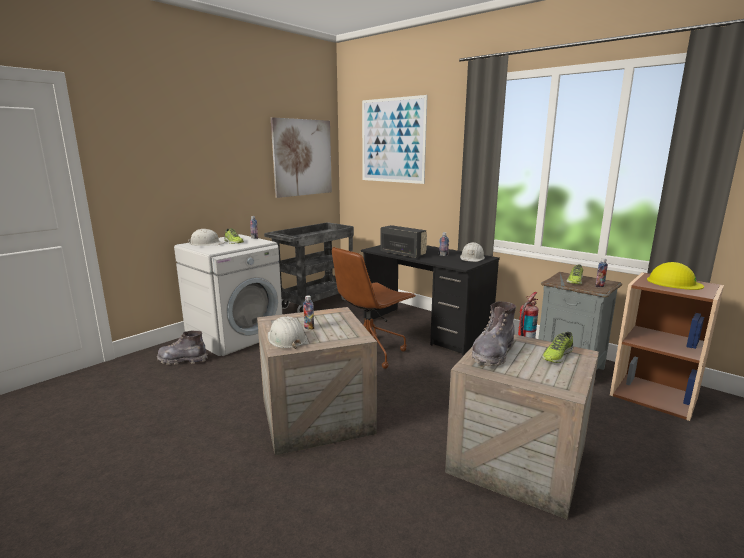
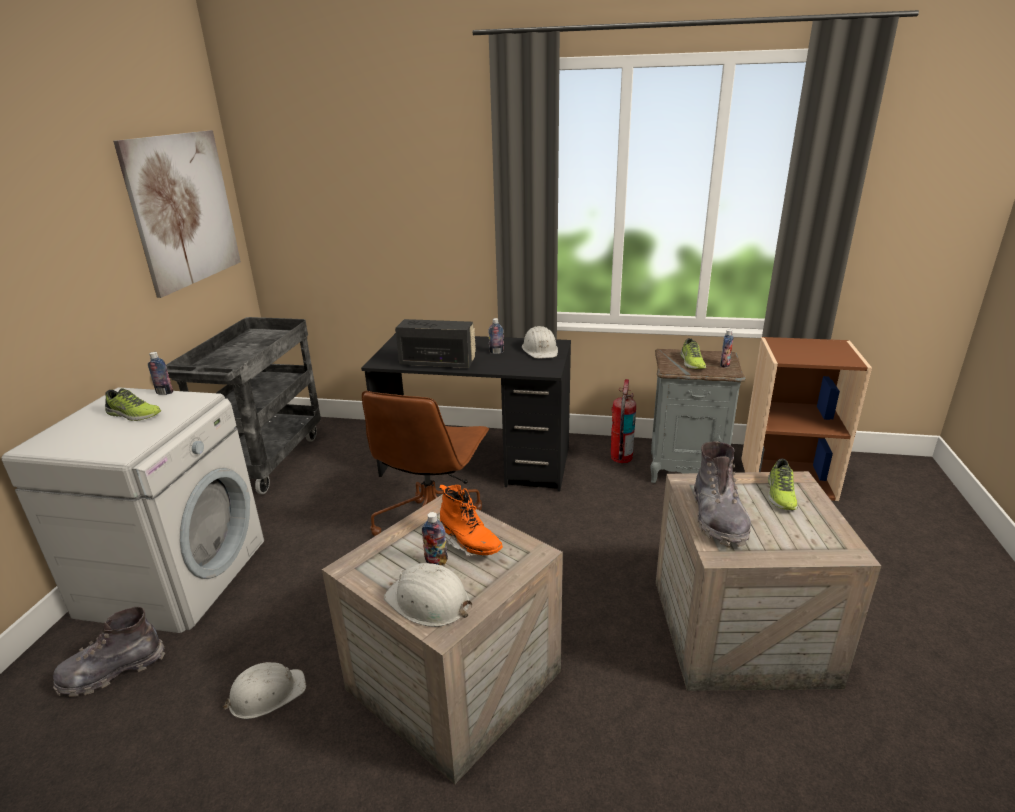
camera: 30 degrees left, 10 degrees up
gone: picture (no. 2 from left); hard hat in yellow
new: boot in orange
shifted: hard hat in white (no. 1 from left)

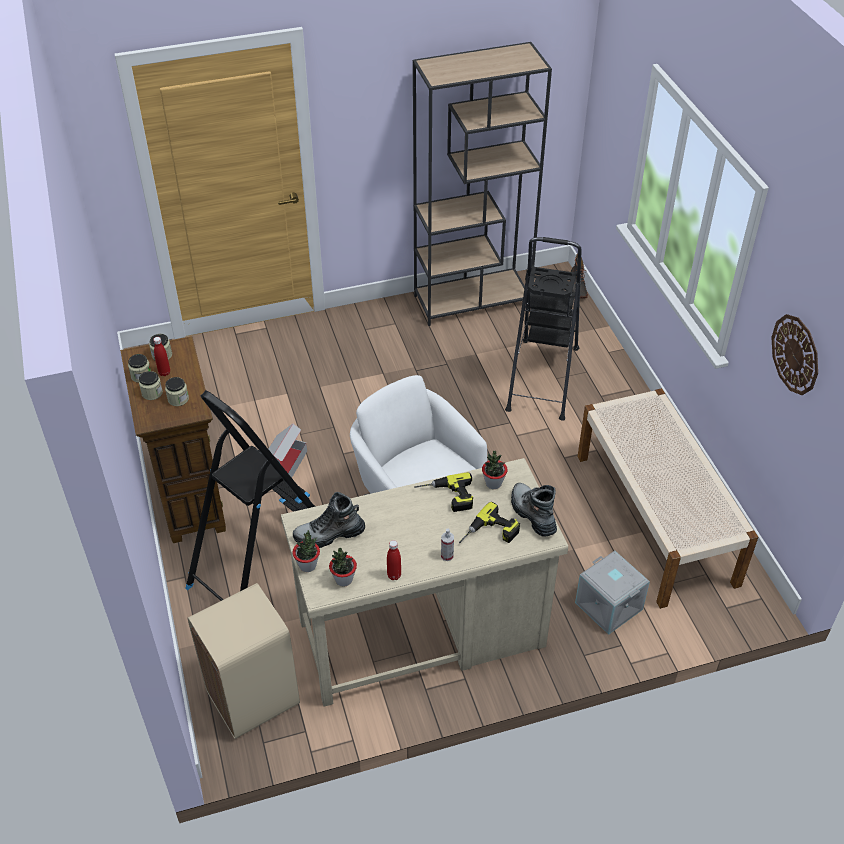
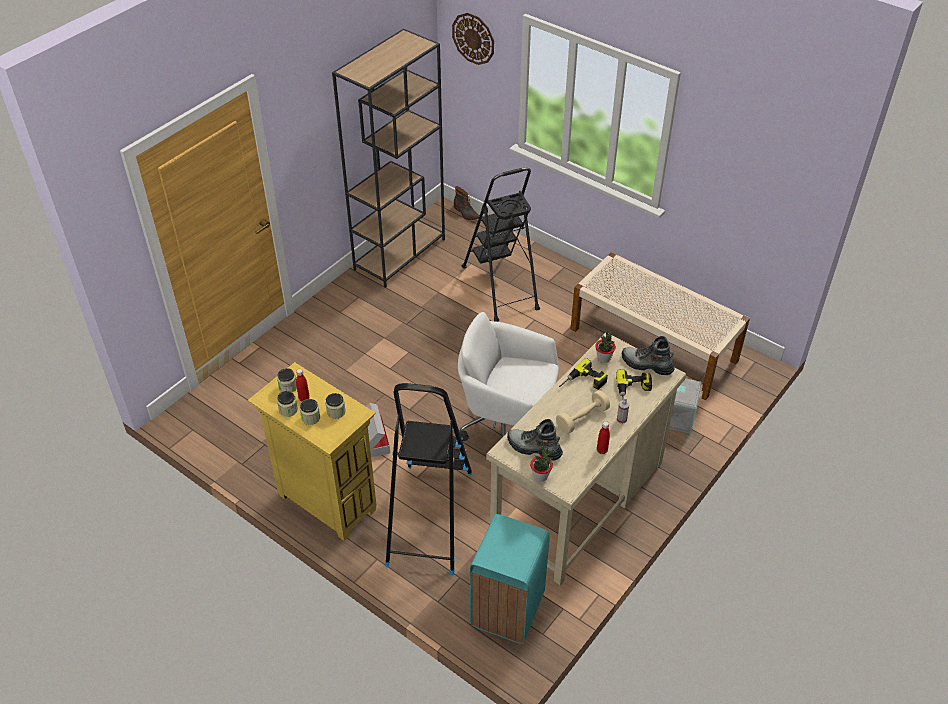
camera: 35 degrees left, 0 degrees up
gone: potted plant (no. 2 from left)
new: dumbbell in beige
shifted: wall clock
repainted: cabinet in brown to cabinet in yellow; trash can in beige to trash can in turquoise
rotated: boot (no. 1 from left in the first image) 75 degrees clockwise

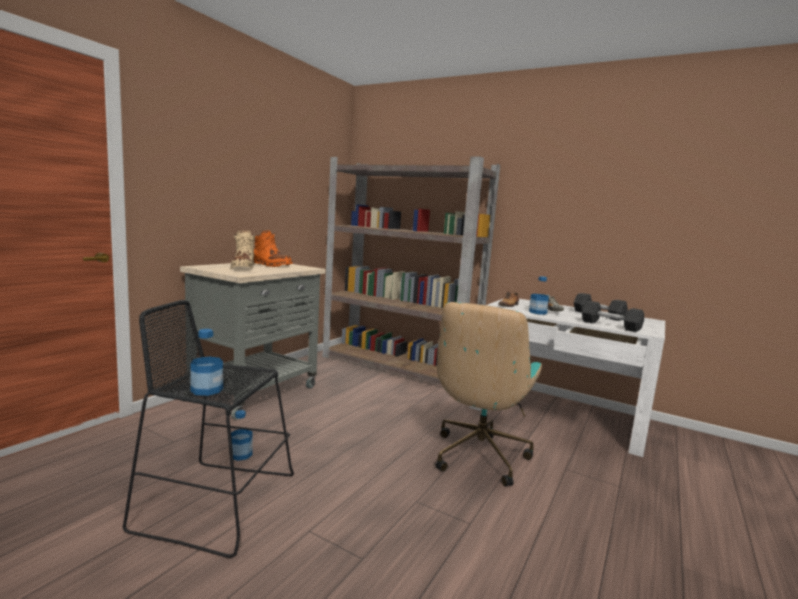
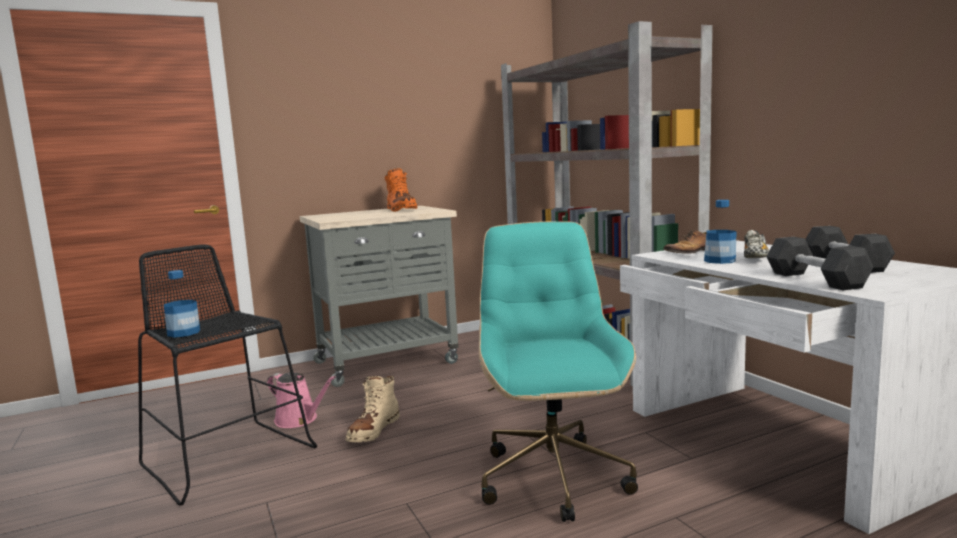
camera: 35 degrees right, 0 degrees up
shifted: boot in beige
swapped: bottle (no. 2 from left) to watering can in pink
rotated: office chair in turquoise 120 degrees clockwise

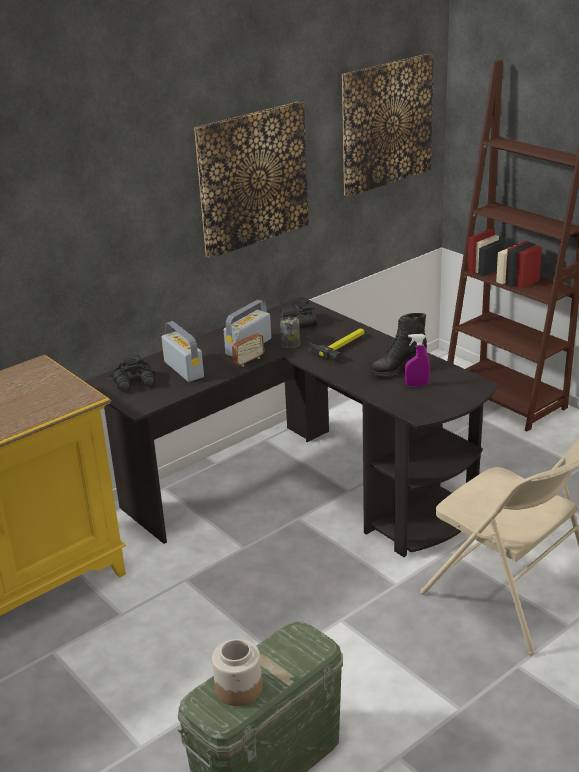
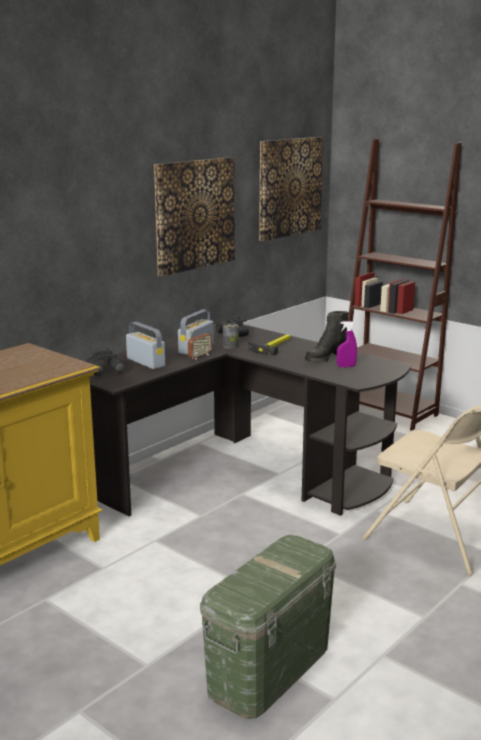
camera: 10 degrees left, 10 degrees down
gone: jar

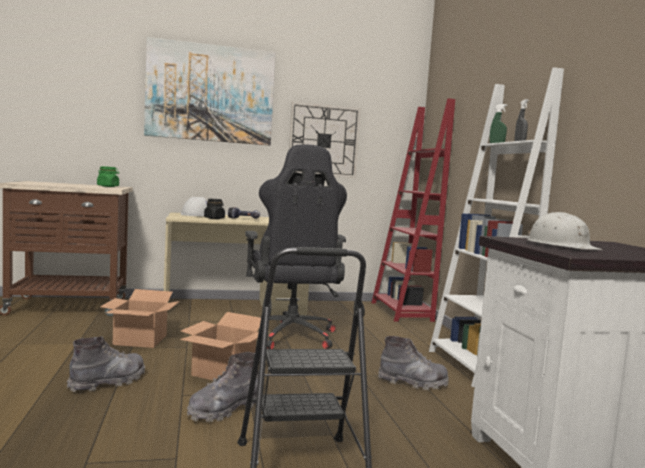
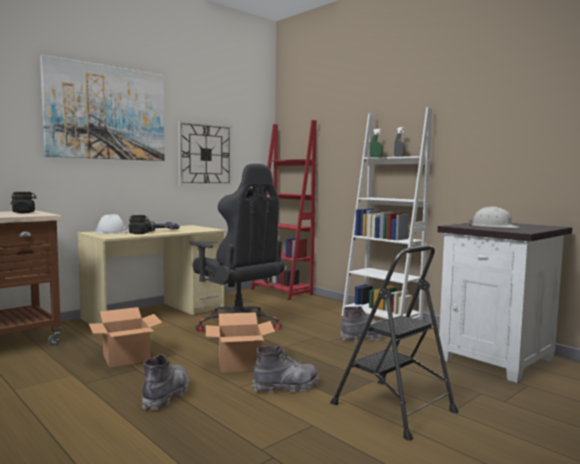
camera: 30 degrees left, 0 degrees up
repainted: jar in green to jar in black (no. 1 from left)
rotated: boot in grey (no. 2 from left) 120 degrees counterclockwise

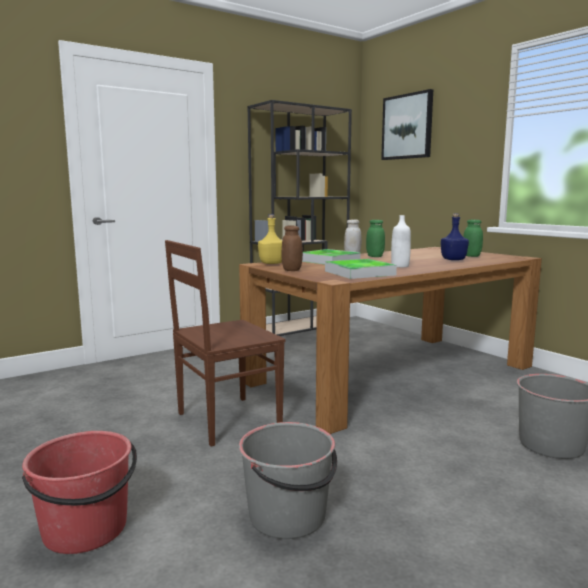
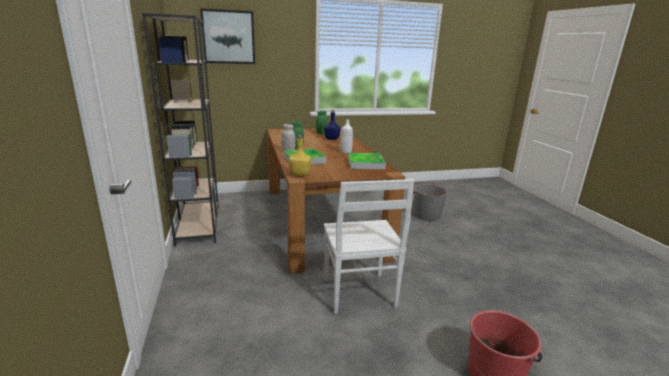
camera: 70 degrees left, 10 degrees up
gone: jar in brown; bucket in grey (no. 1 from left)
repainted: chair in brown to chair in white

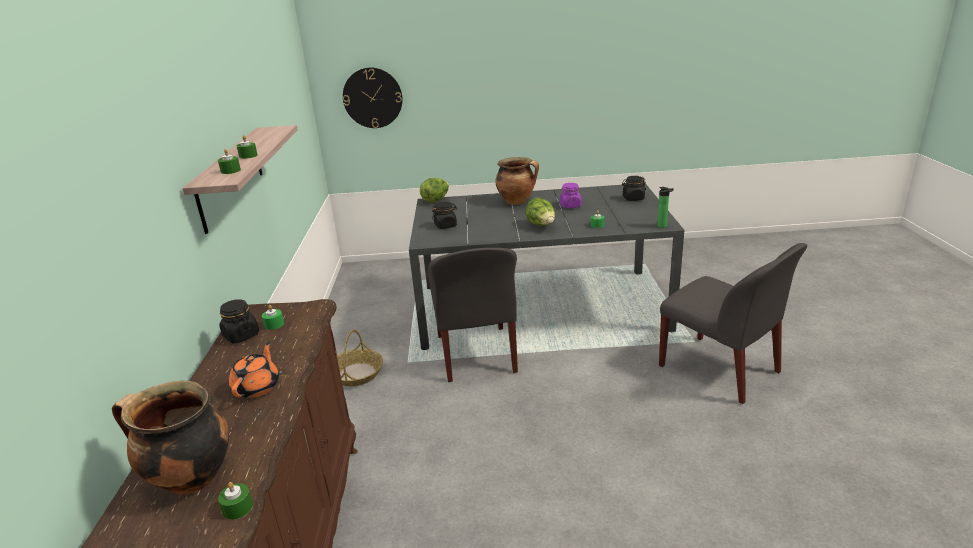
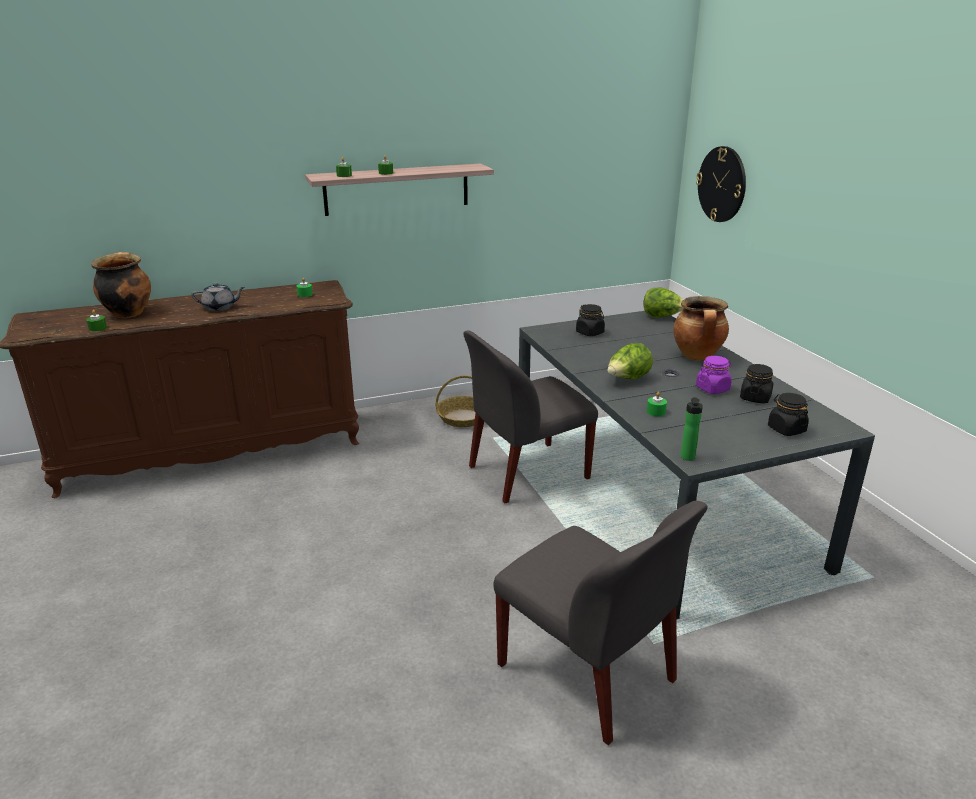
camera: 70 degrees right, 0 degrees up
shifted: jar in black (no. 1 from left in the first image) to jar in black (no. 2 from left)
repainted: teapot in orange to teapot in grey
rotated: chair in grey (no. 2 from left) 75 degrees counterclockwise

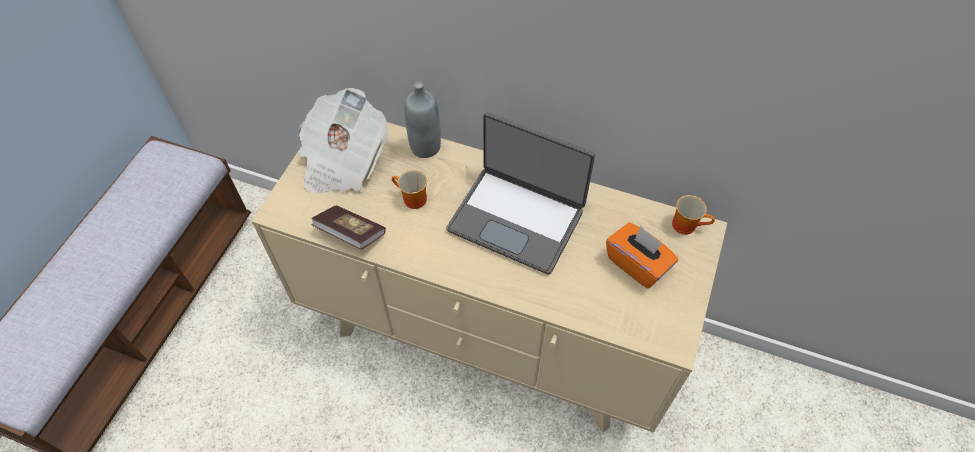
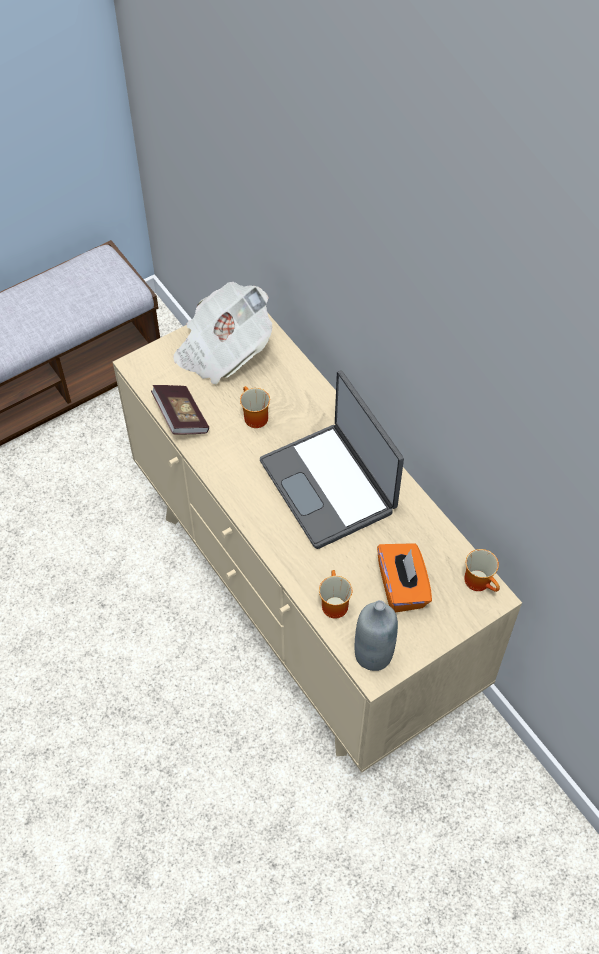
camera: 35 degrees right, 0 degrees up
new: mug (no. 2 from left)
shifted: bottle in grey

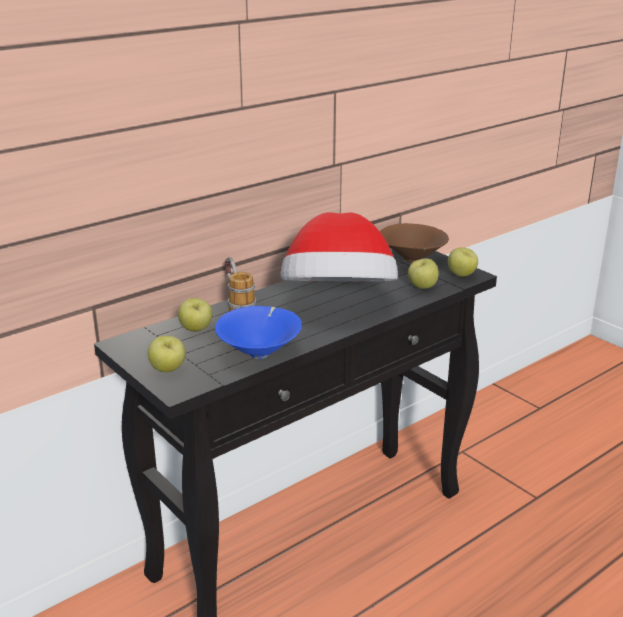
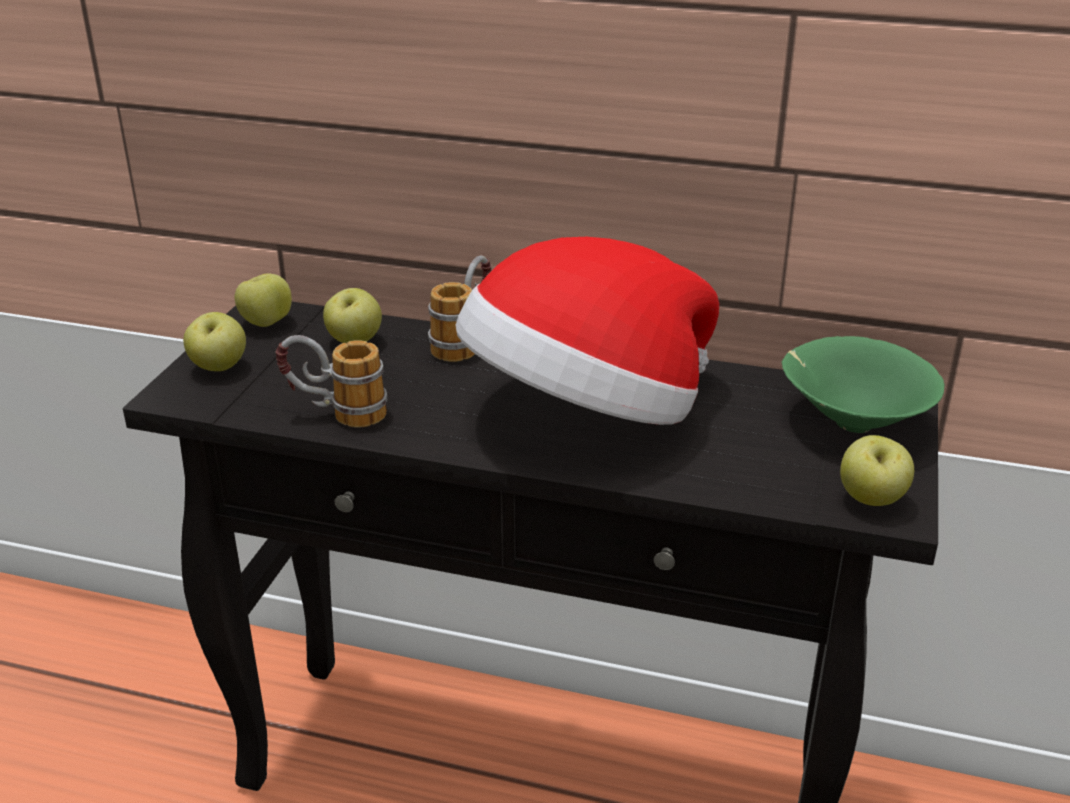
camera: 55 degrees right, 5 degrees up
shifted: apple (no. 3 from left in the first image) to apple (no. 2 from left)
swapped: bowl in blue to mug (no. 1 from left)
repainted: bowl in brown to bowl in green

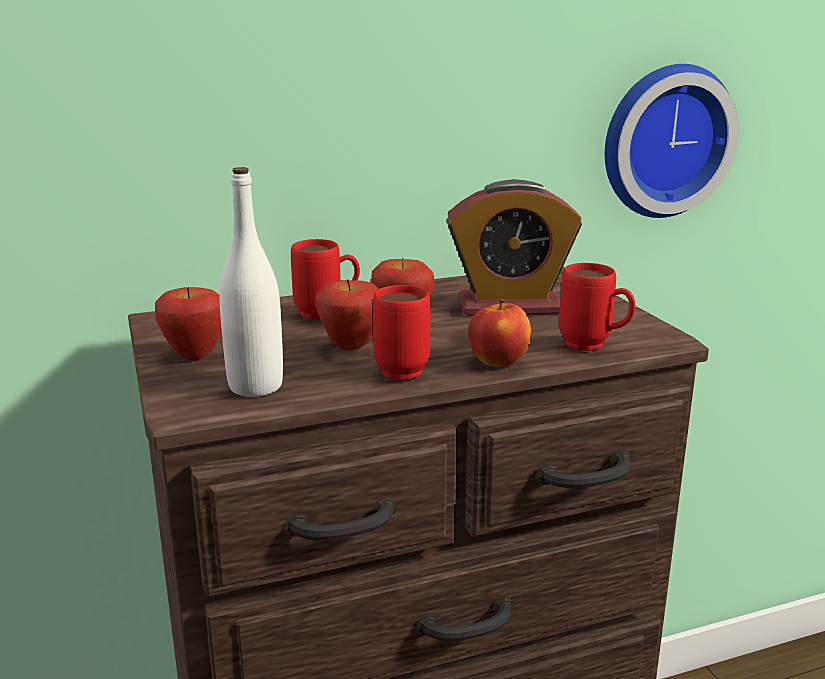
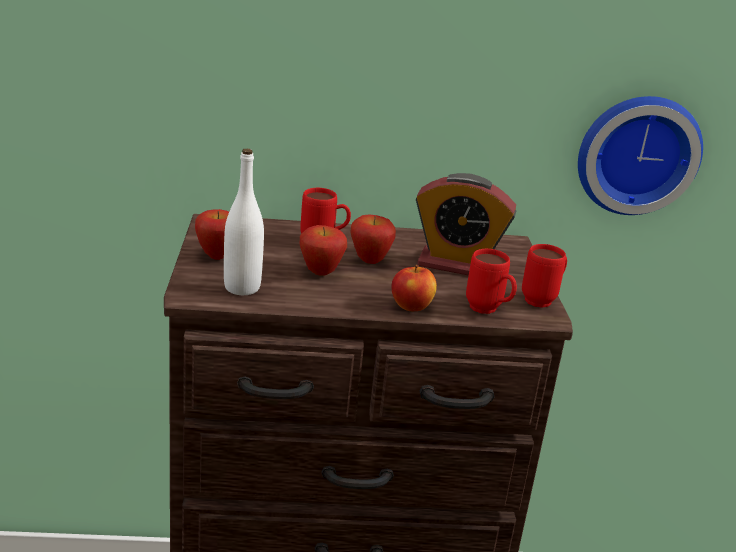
camera: 15 degrees right, 5 degrees up
shifted: mug in red (no. 2 from left in the first image) to mug in red (no. 3 from left)

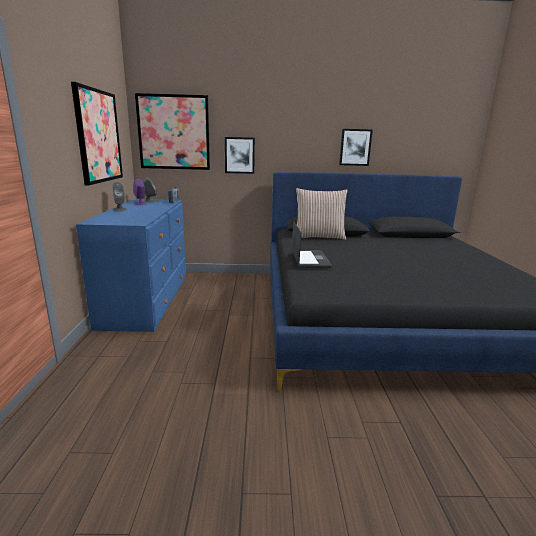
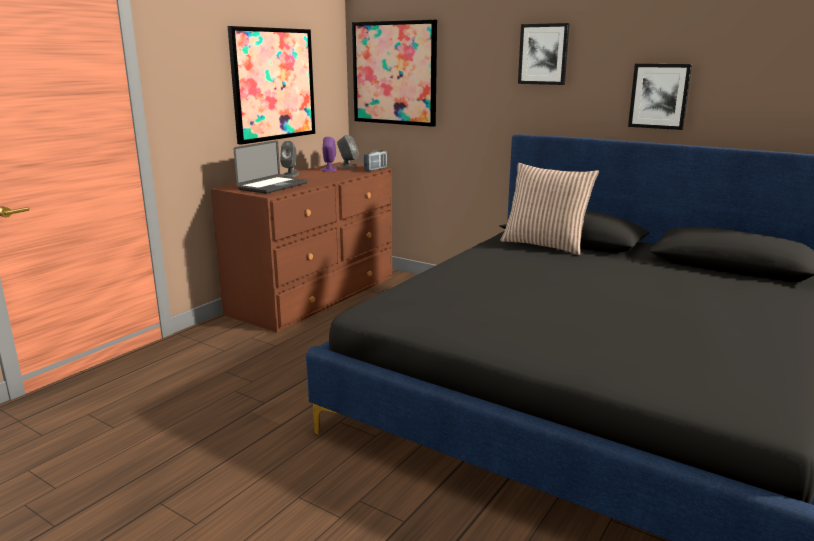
camera: 35 degrees right, 0 degrees up
shifted: picture (no. 3 from left); laptop
repainted: dresser in blue to dresser in brown

